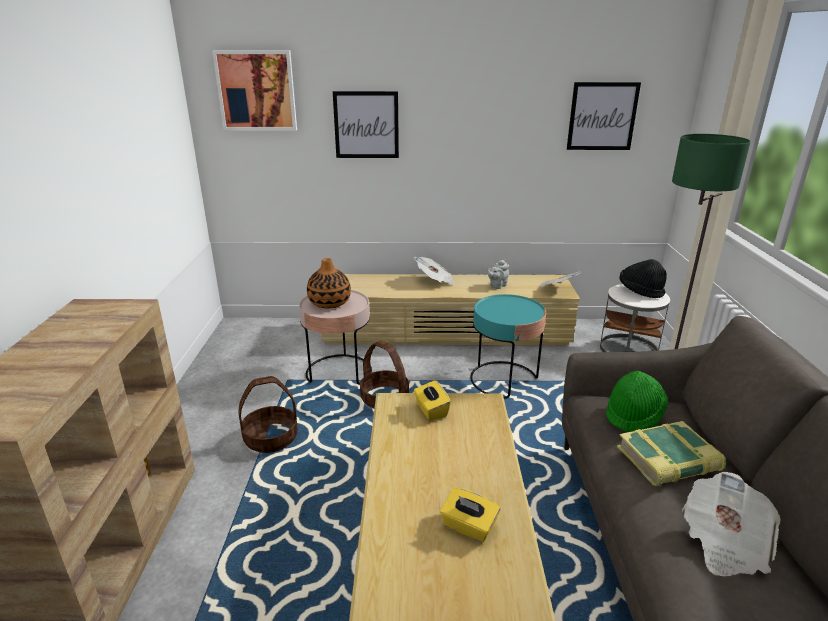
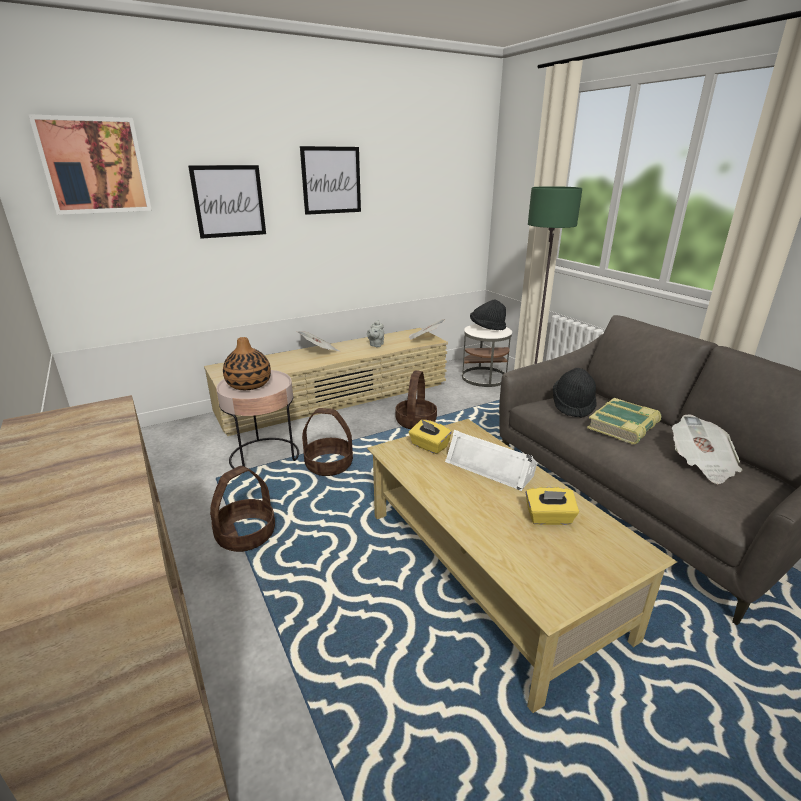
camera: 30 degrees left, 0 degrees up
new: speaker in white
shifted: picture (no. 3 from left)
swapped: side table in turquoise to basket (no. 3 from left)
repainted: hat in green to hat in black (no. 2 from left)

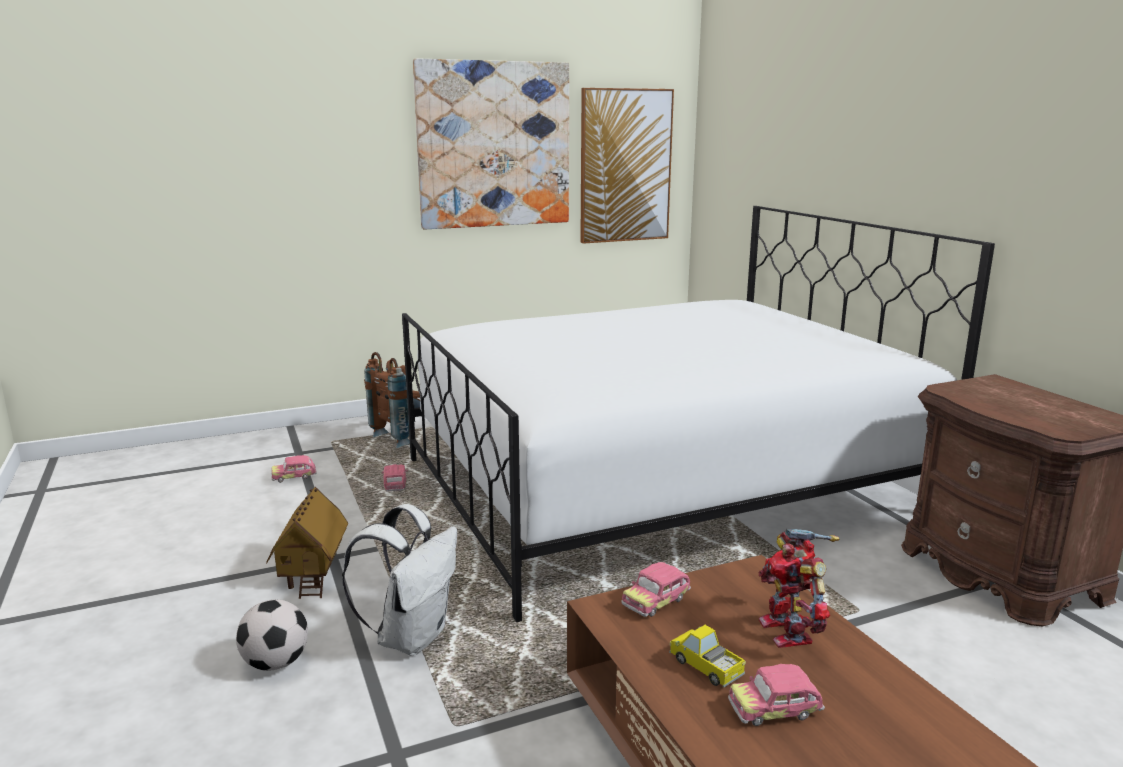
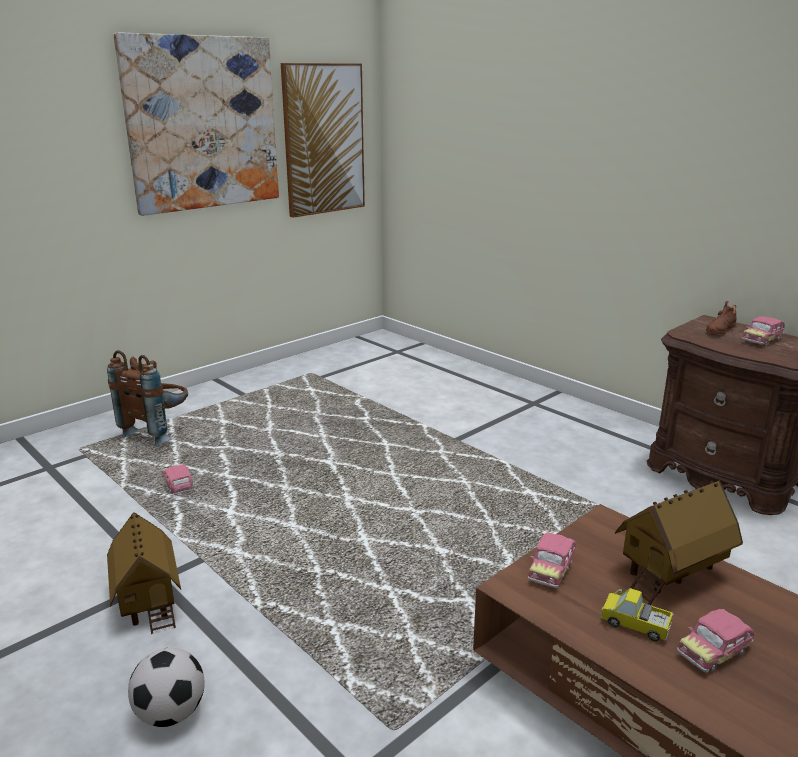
camera: 20 degrees left, 5 degrees up
gone: bed in white; backpack in white
new: shoe in brown
shifted: toy car (no. 1 from left in the first image) to toy car (no. 4 from left)
swapped: toy robot to toy house (no. 2 from left)

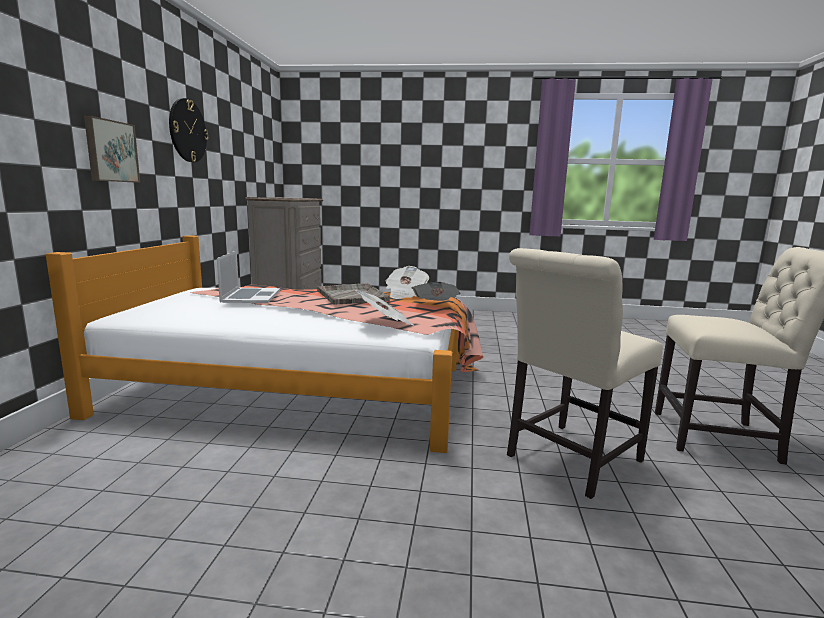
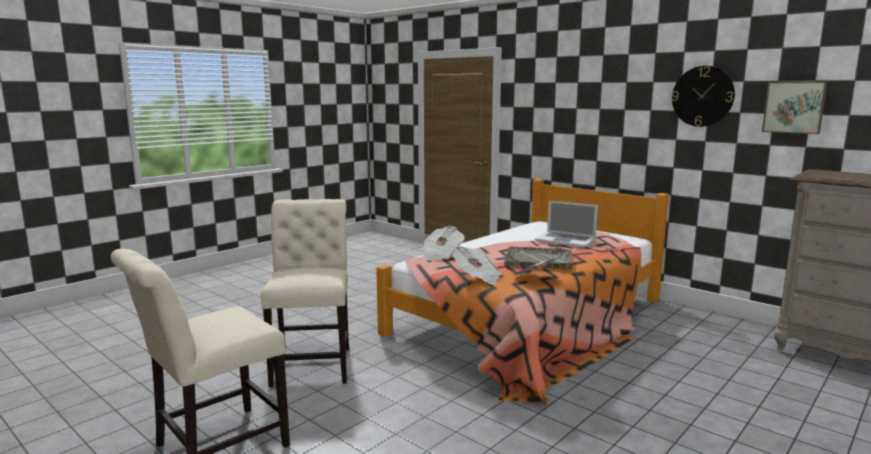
camera: 125 degrees right, 0 degrees up
shifted: picture

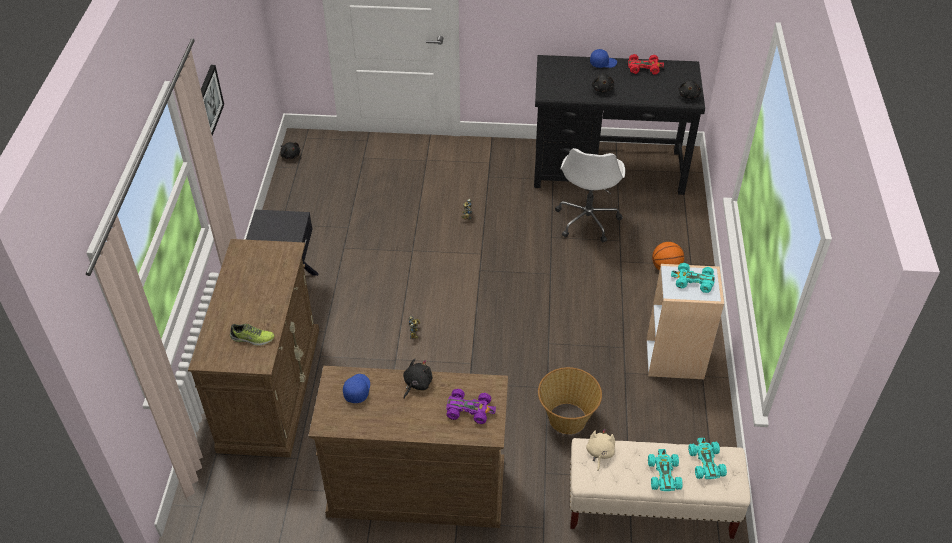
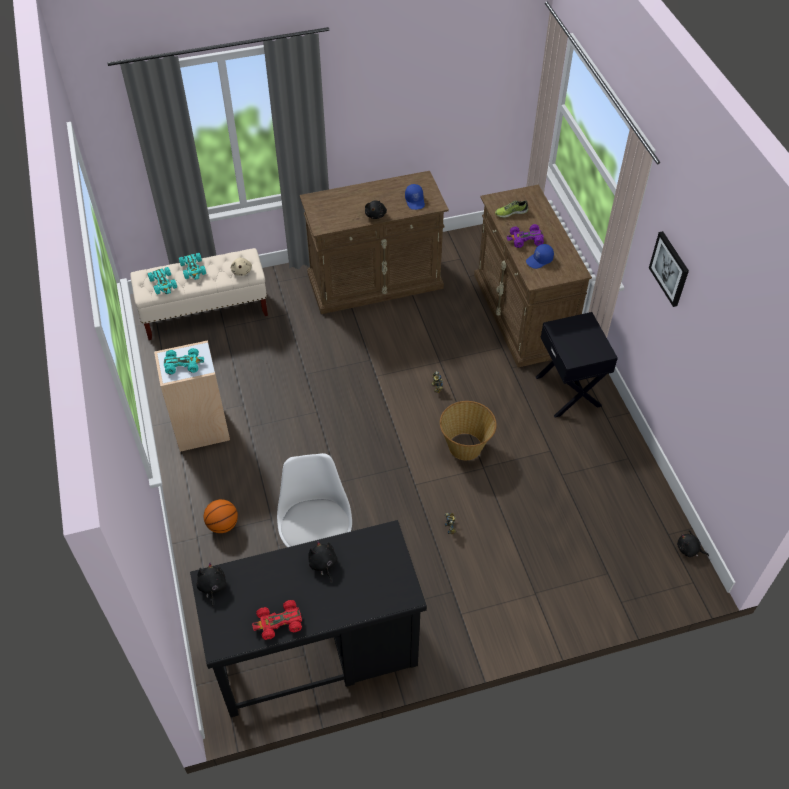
camera: 160 degrees right, 5 degrees up
shifted: cap in blue (no. 2 from left); basket; toy car in purple

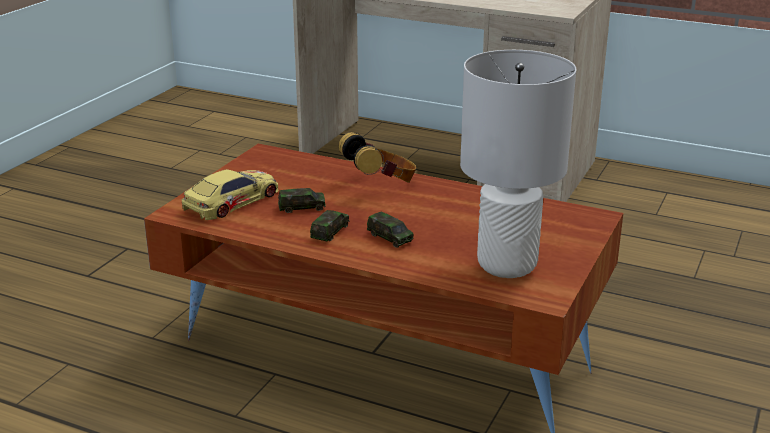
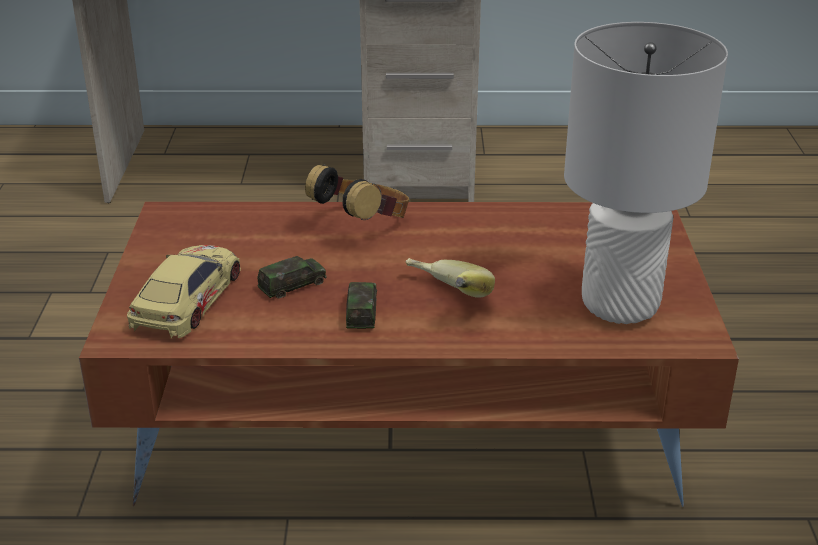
camera: 25 degrees left, 5 degrees up
swapped: toy car (no. 4 from left) to banana

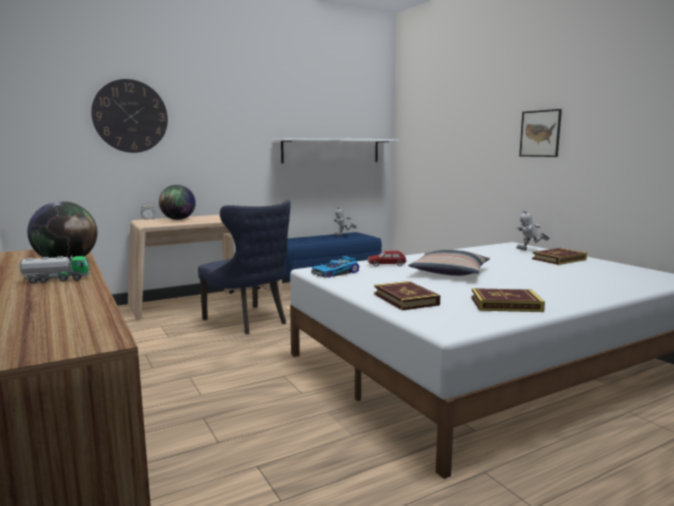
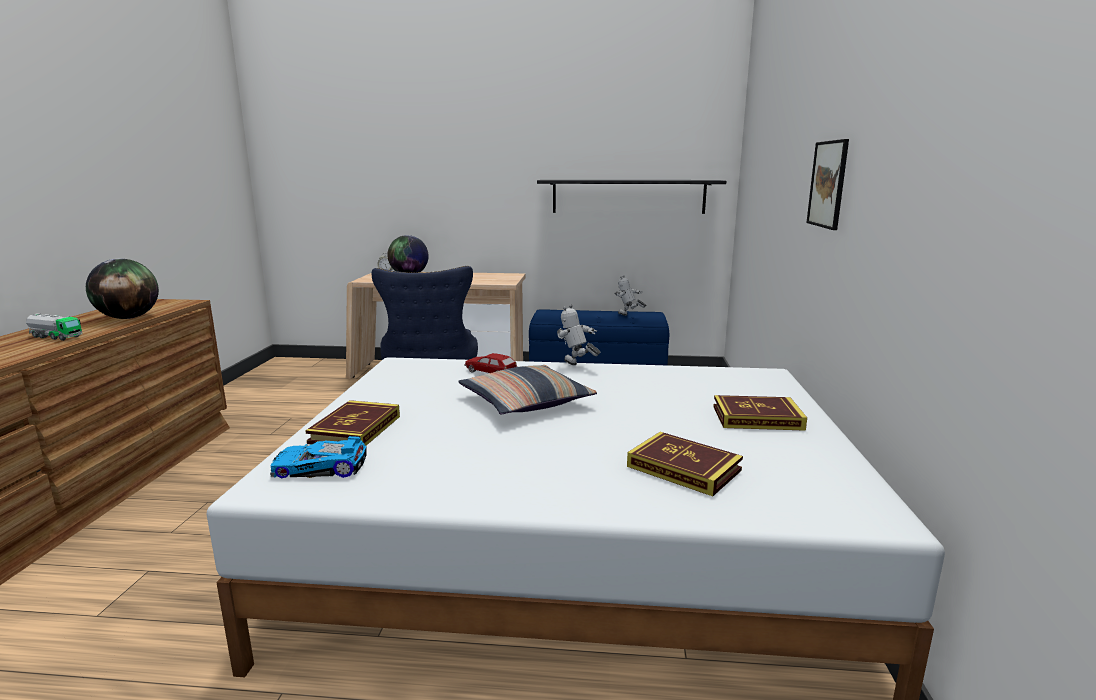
camera: 35 degrees right, 5 degrees up
gone: wall clock
shifted: toy robot (no. 2 from left in the first image) to toy robot (no. 1 from left); toy car (no. 1 from left); book (no. 2 from left)
repainted: shelf in white to shelf in black

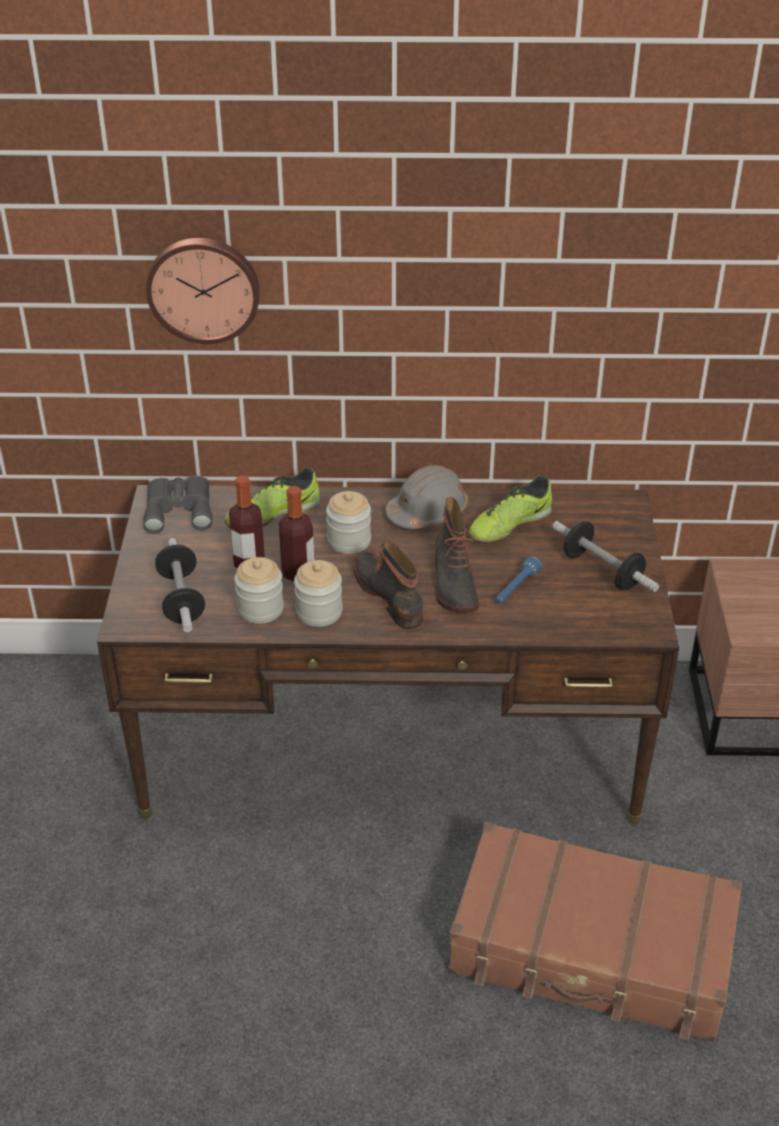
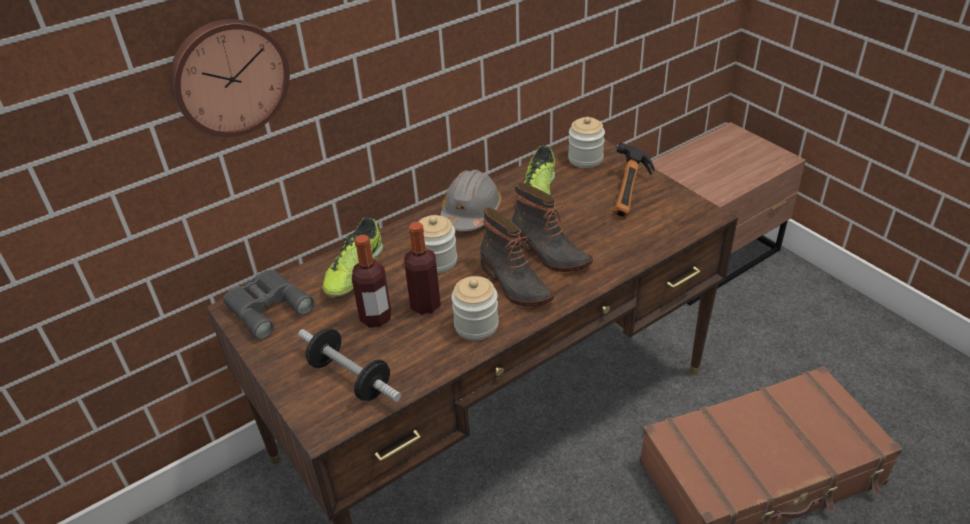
camera: 35 degrees left, 0 degrees up
gone: flashlight in blue
shifted: jar (no. 1 from left in the first image) to jar (no. 3 from left)
swapped: dumbbell (no. 2 from left) to hammer
rotated: boot (no. 1 from left) 150 degrees counterclockwise

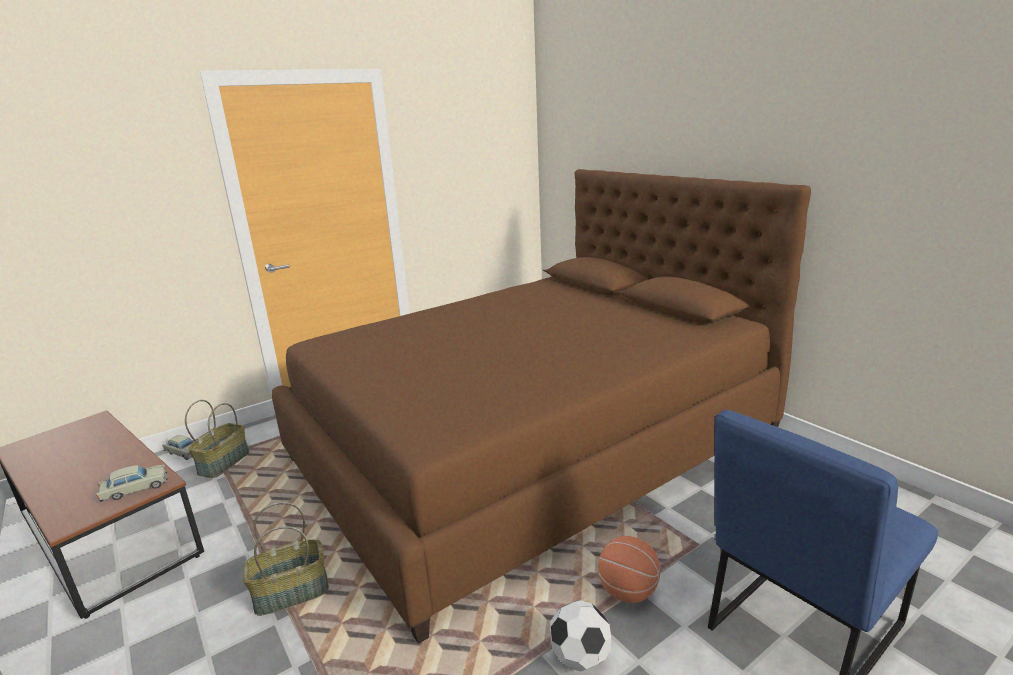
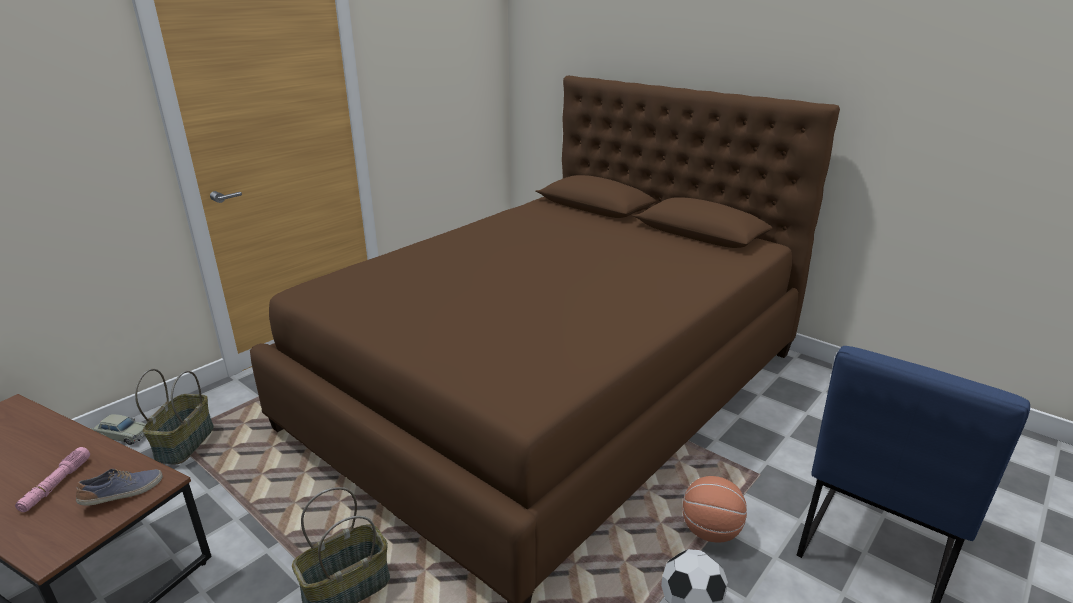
camera: 15 degrees left, 5 degrees up
new: flashlight in pink
swapped: toy car in beige (no. 1 from left) to shoe

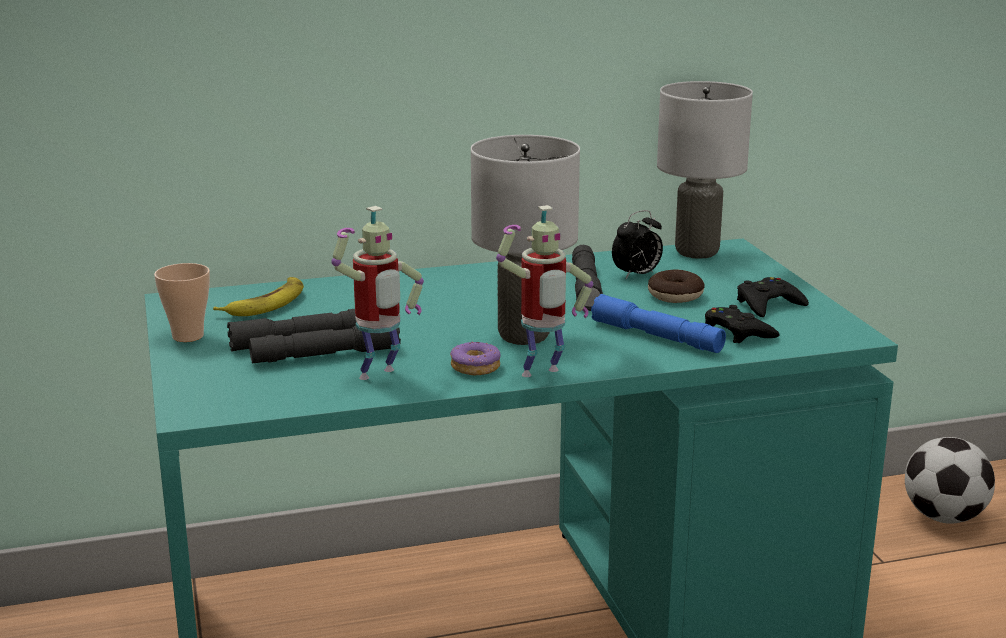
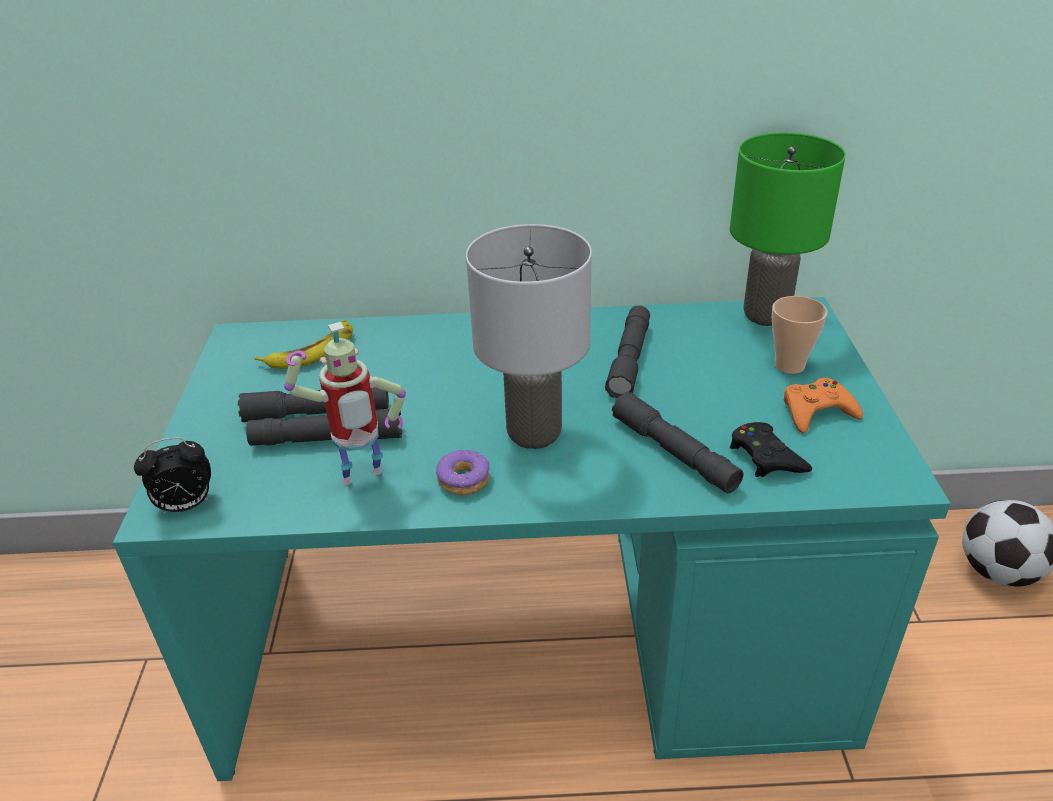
camera: 15 degrees right, 15 degrees up
gone: toy robot (no. 2 from left); donut (no. 2 from left)
shifted: alarm clock; cup
repainted: table lamp in white (no. 2 from left) to table lamp in green; game controller in black (no. 2 from left) to game controller in orange; flashlight in blue to flashlight in grey (no. 4 from left)

